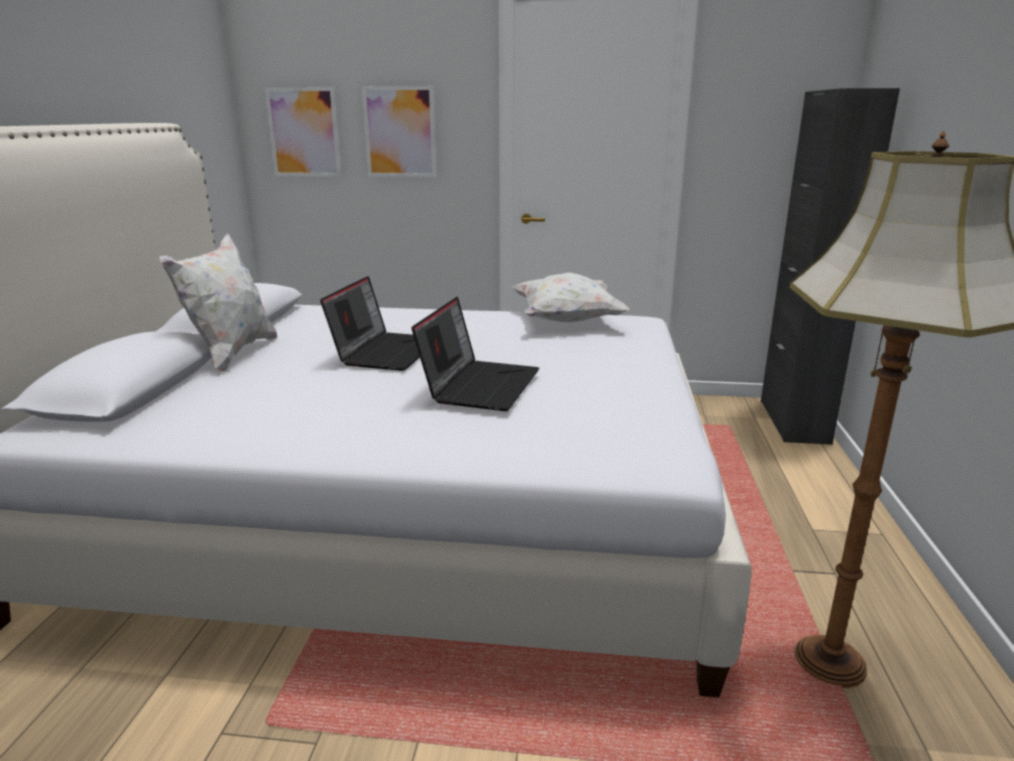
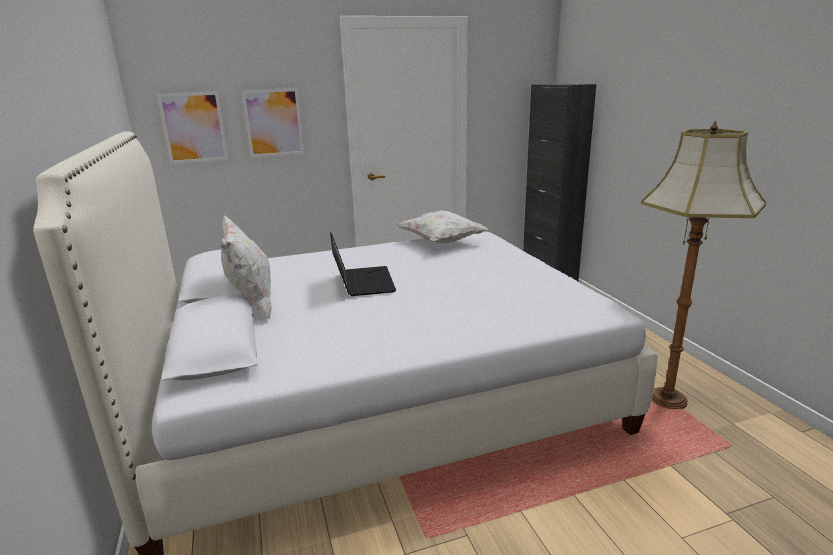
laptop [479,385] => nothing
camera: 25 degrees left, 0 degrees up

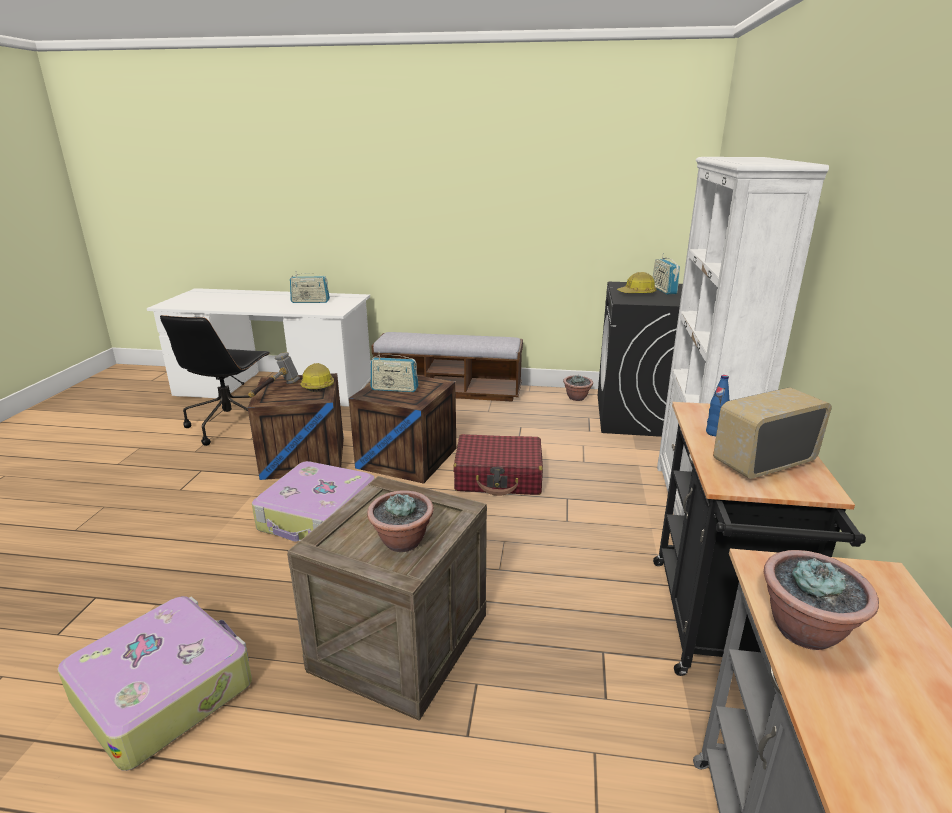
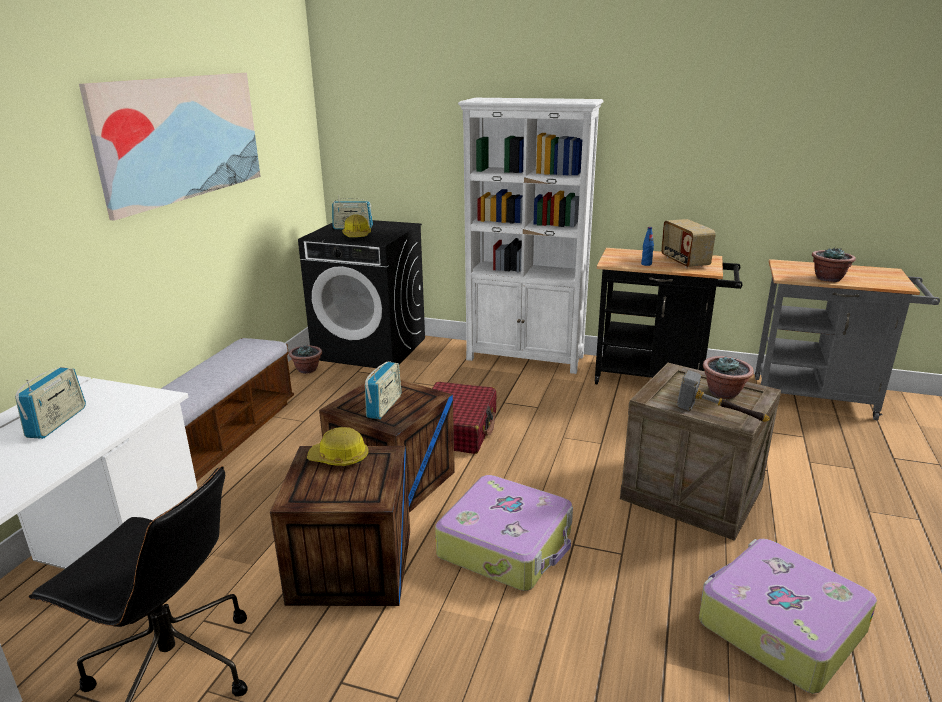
hammer [275,391] => hammer [716,417], relocated
nothing => picture [183,138]
camera: 80 degrees left, 0 degrees up

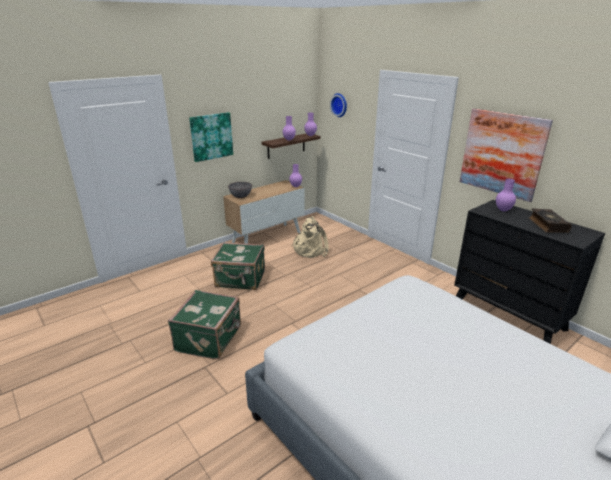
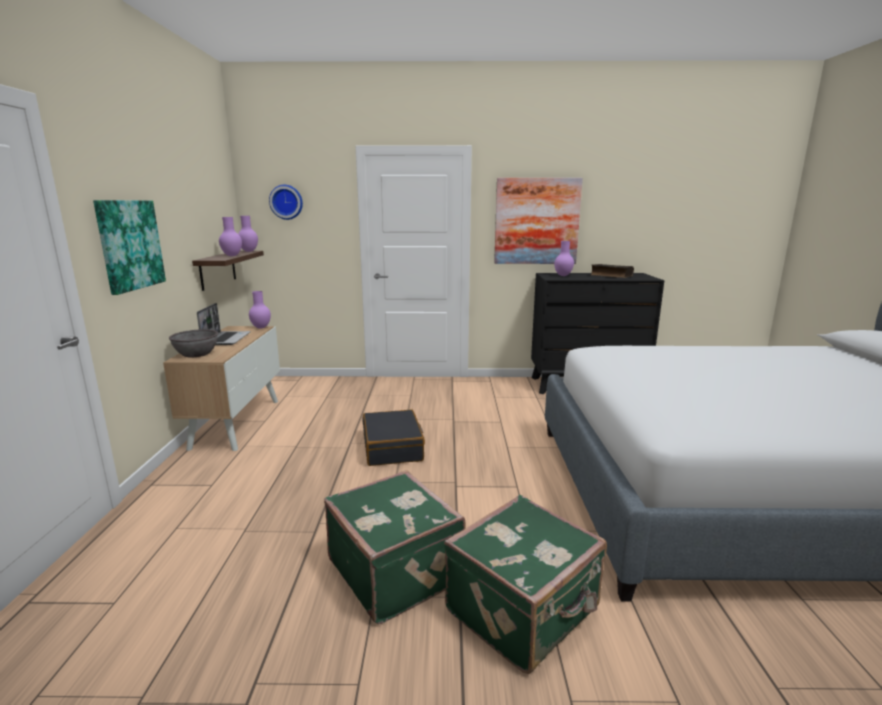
green suitcase [240,279] => green suitcase [524,611], relocated
beige backpack [310,250] => nothing
nothing => laptop [226,339]
nothing => black suitcase [393,447]
camera: 50 degrees left, 10 degrees down

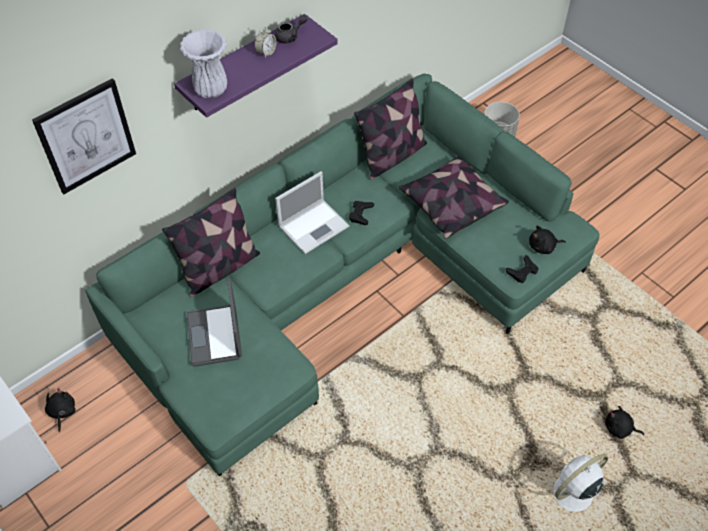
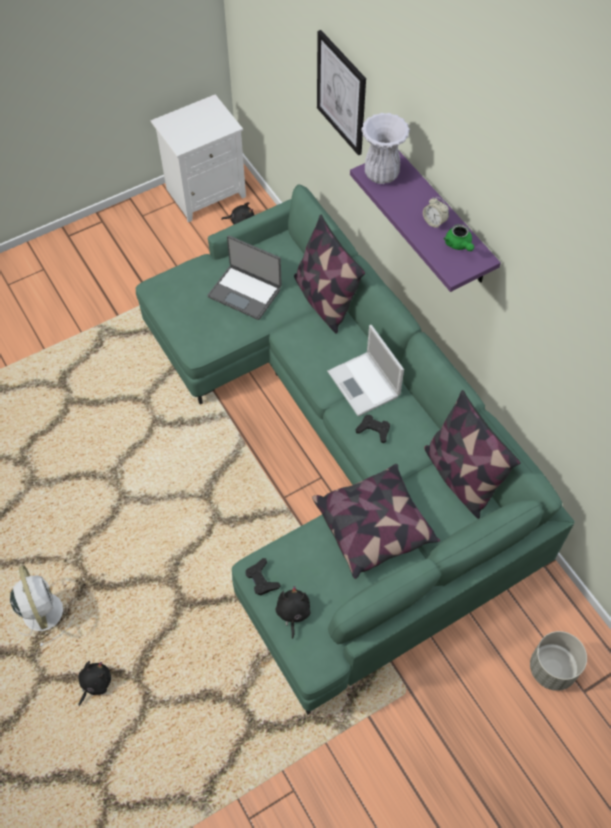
laptop [216,336] => laptop [245,292], 150 degrees counterclockwise
grey teapot [290,36] => green teapot [459,245]
camera: 100 degrees right, 5 degrees up

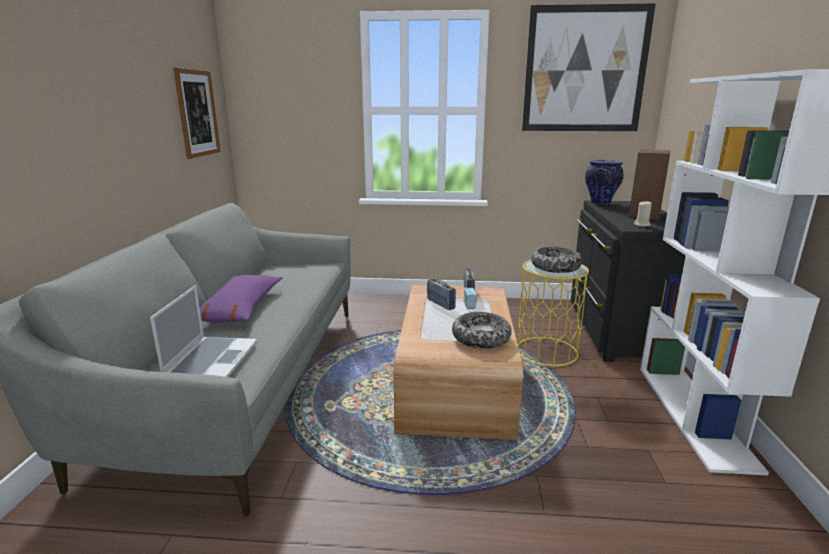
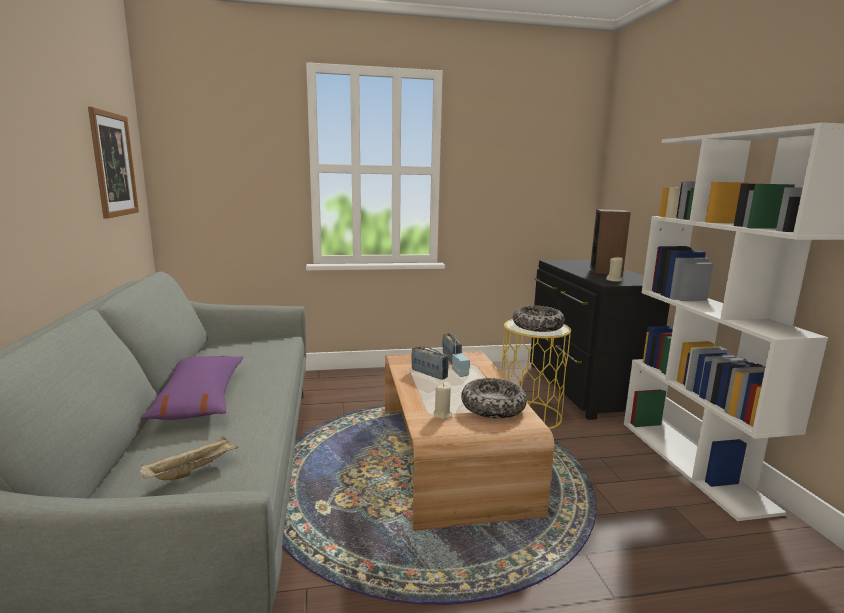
laptop [211,360] => beige tray [192,470]
picture [585,70] => nothing
vase [600,202] => nothing
nothing => beige candle [442,414]
camera: 15 degrees left, 5 degrees down

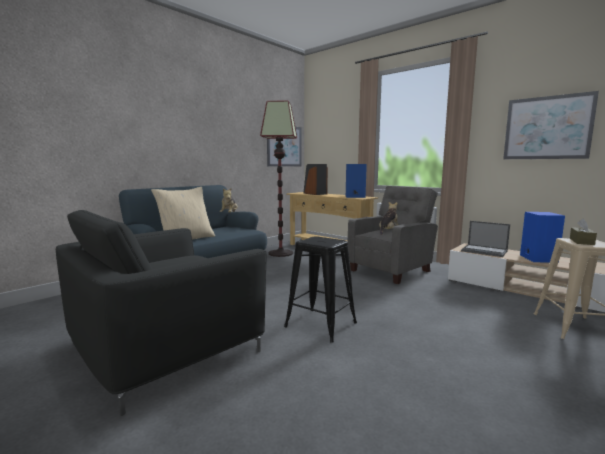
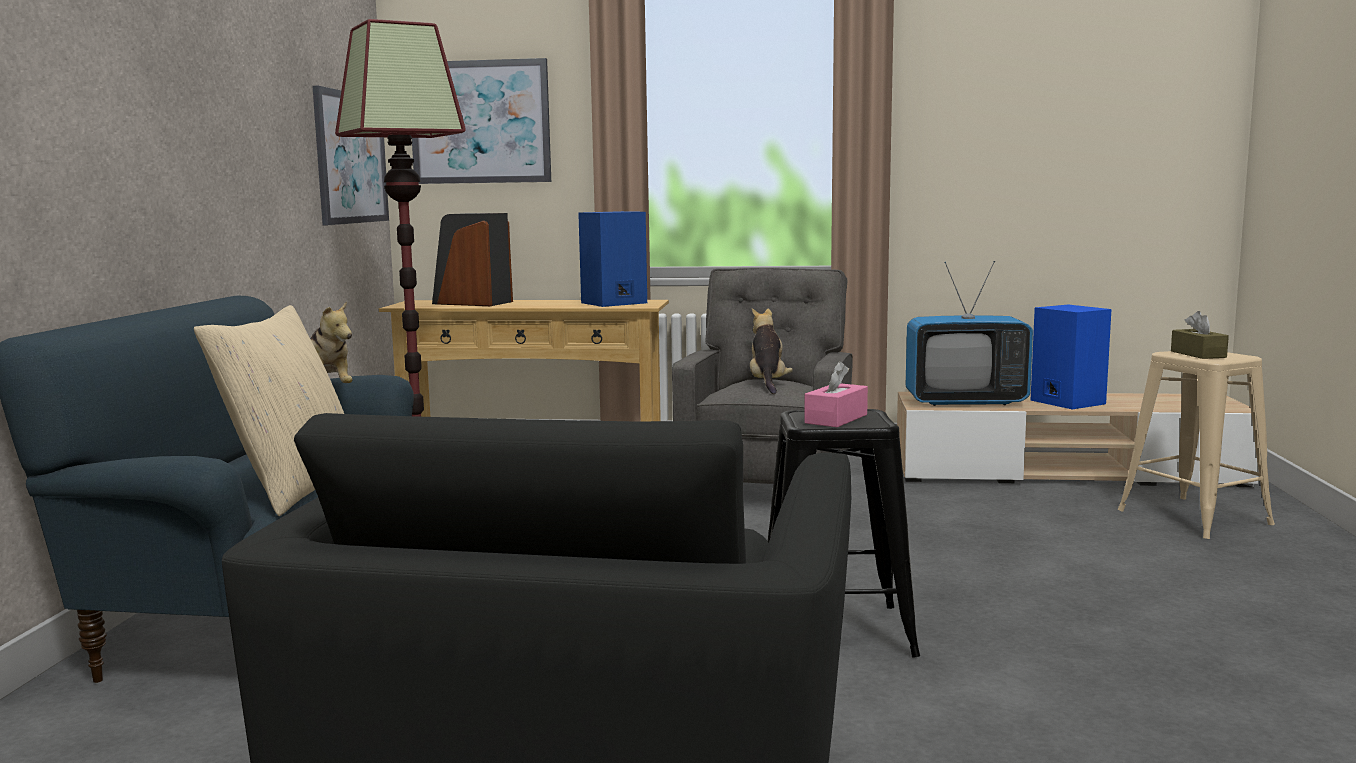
laptop [485,251] => television [965,402]
picture [547,128] => picture [480,122], relocated
nothing => pink tissue box [836,419]
camera: 35 degrees left, 0 degrees up

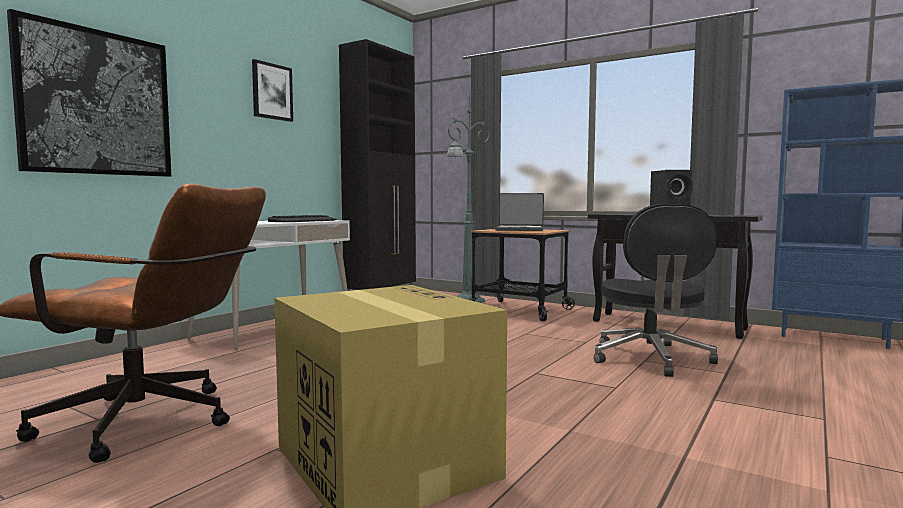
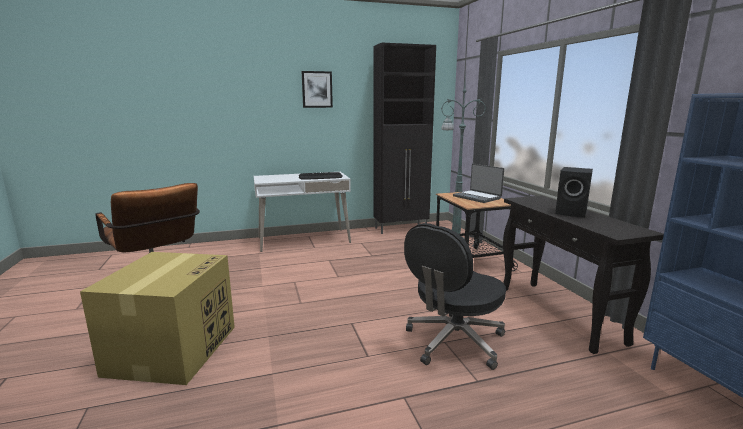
picture [96,103] => nothing
camera: 40 degrees right, 10 degrees up

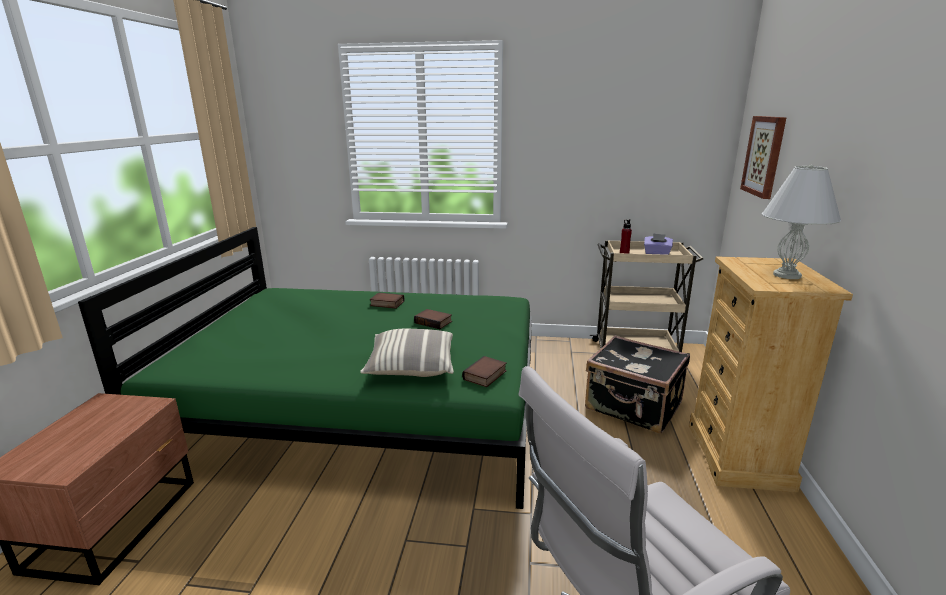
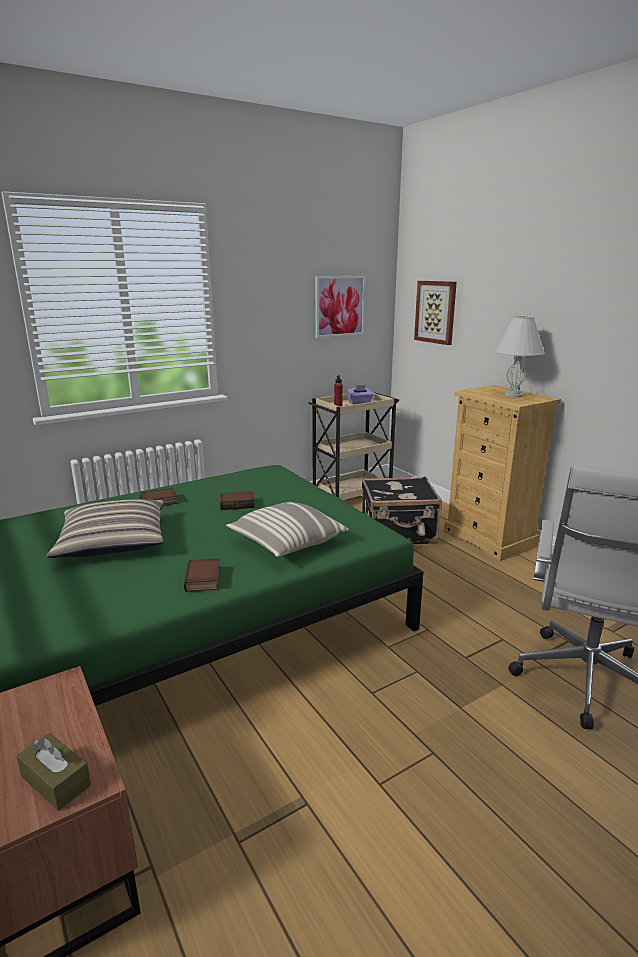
book [485,376] => book [204,579], relocated
nothing => brown tissue box [56,781]
nothing => pillow [113,540]
nothing => picture [339,306]
camera: 40 degrees left, 0 degrees up

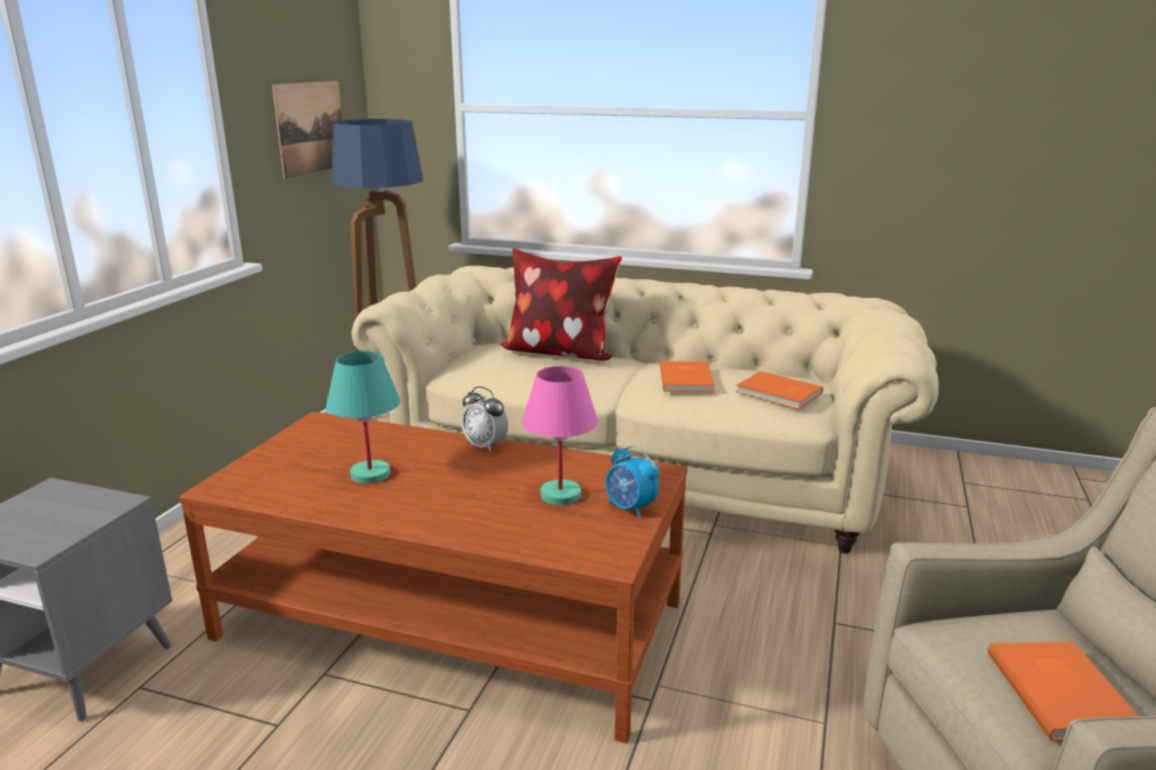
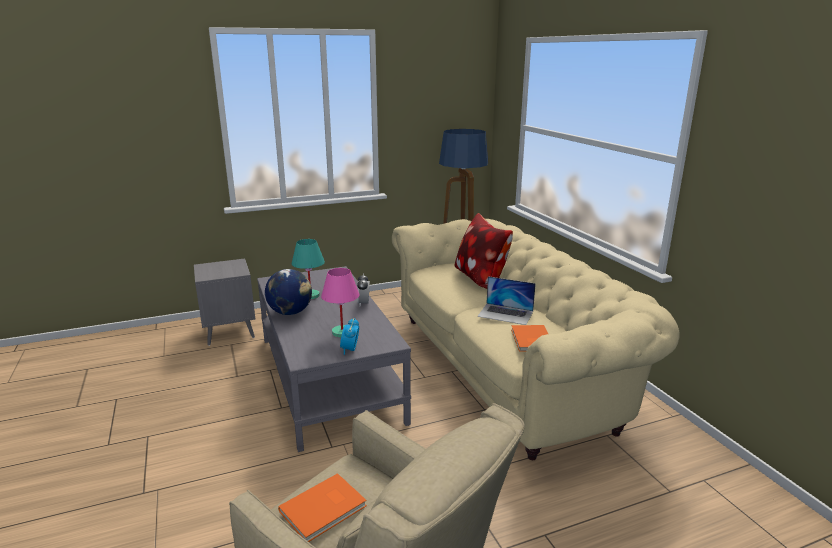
brown coffee table [452,621] => grey coffee table [328,378]
picture [310,127] => nothing
orange book [688,379] => laptop [505,314]
nothing => globe [290,312]
camera: 50 degrees right, 0 degrees up

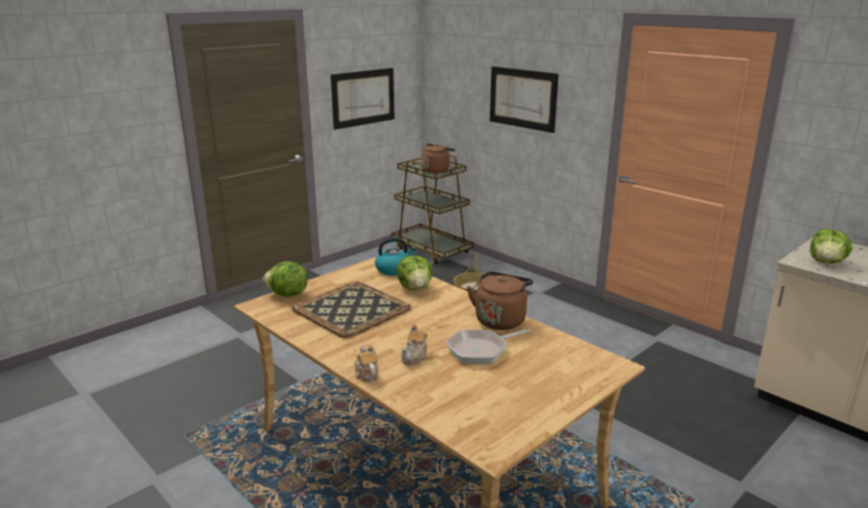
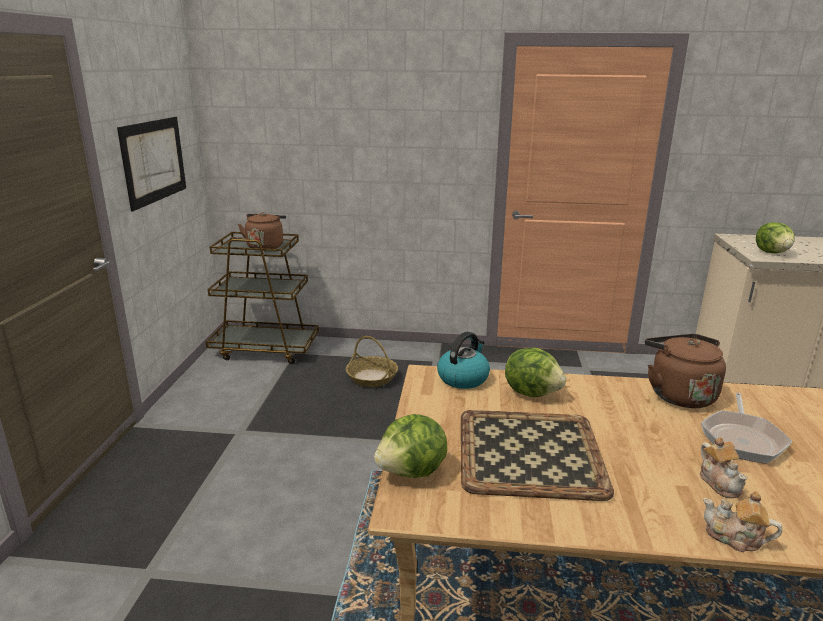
picture [522,98] => nothing
camera: 40 degrees left, 0 degrees up

